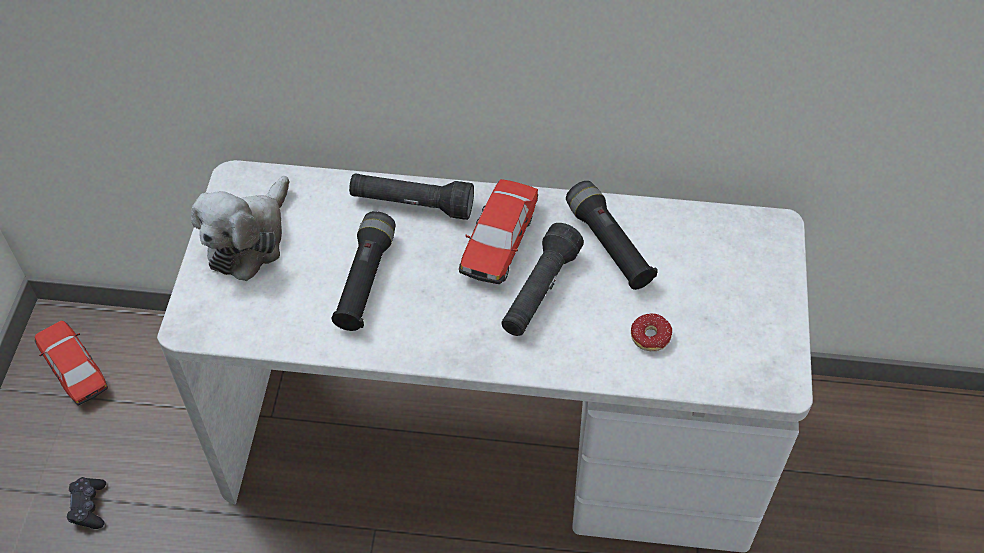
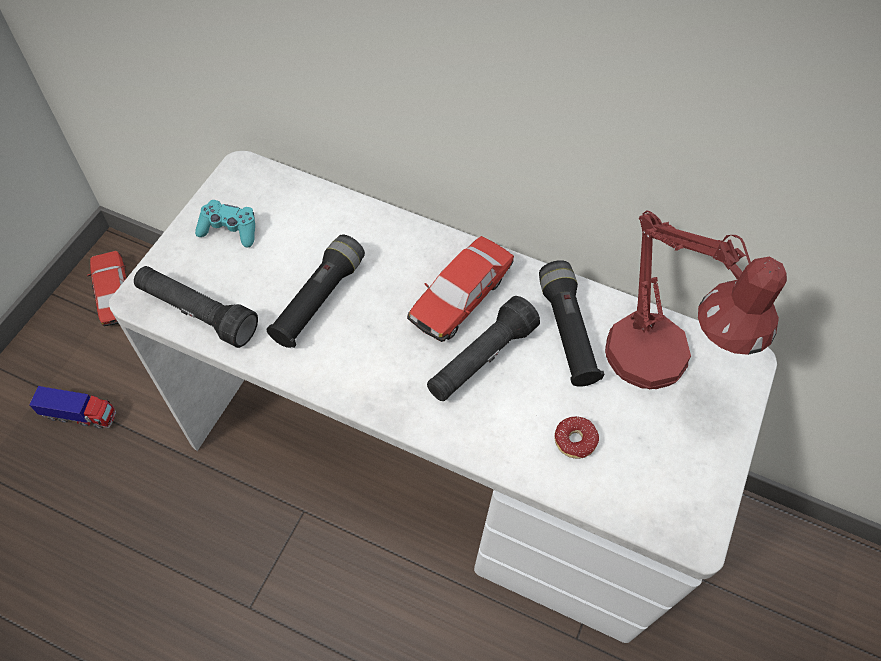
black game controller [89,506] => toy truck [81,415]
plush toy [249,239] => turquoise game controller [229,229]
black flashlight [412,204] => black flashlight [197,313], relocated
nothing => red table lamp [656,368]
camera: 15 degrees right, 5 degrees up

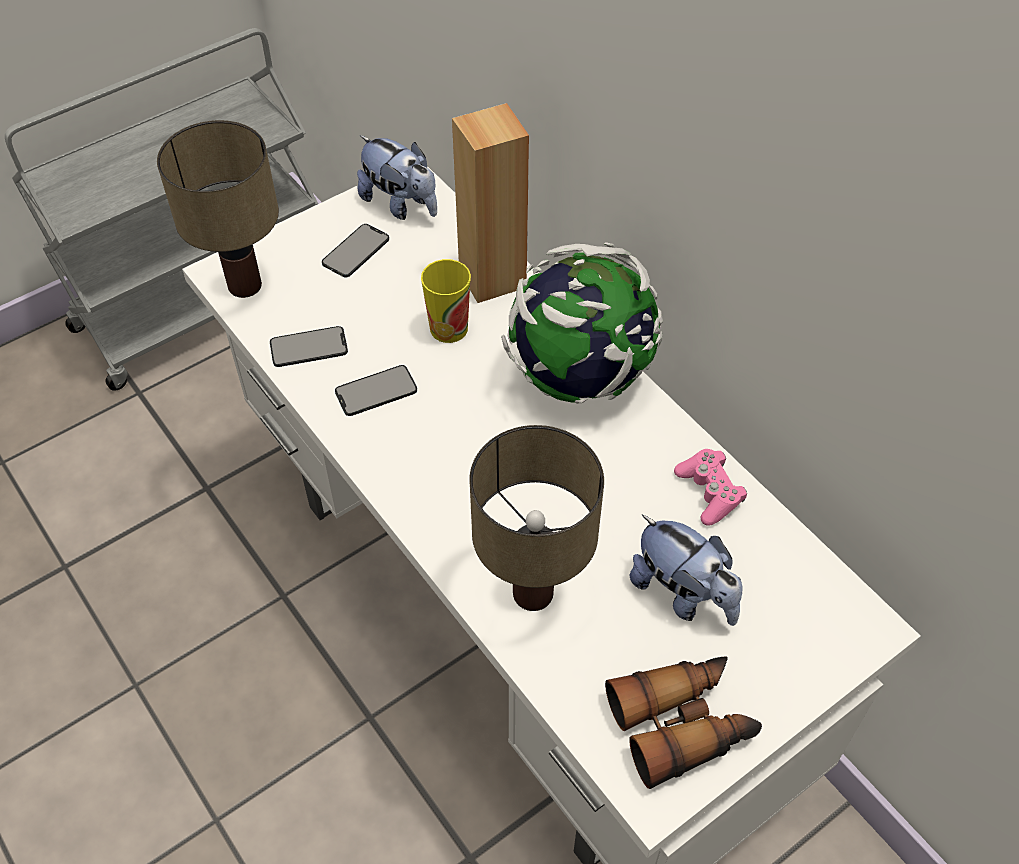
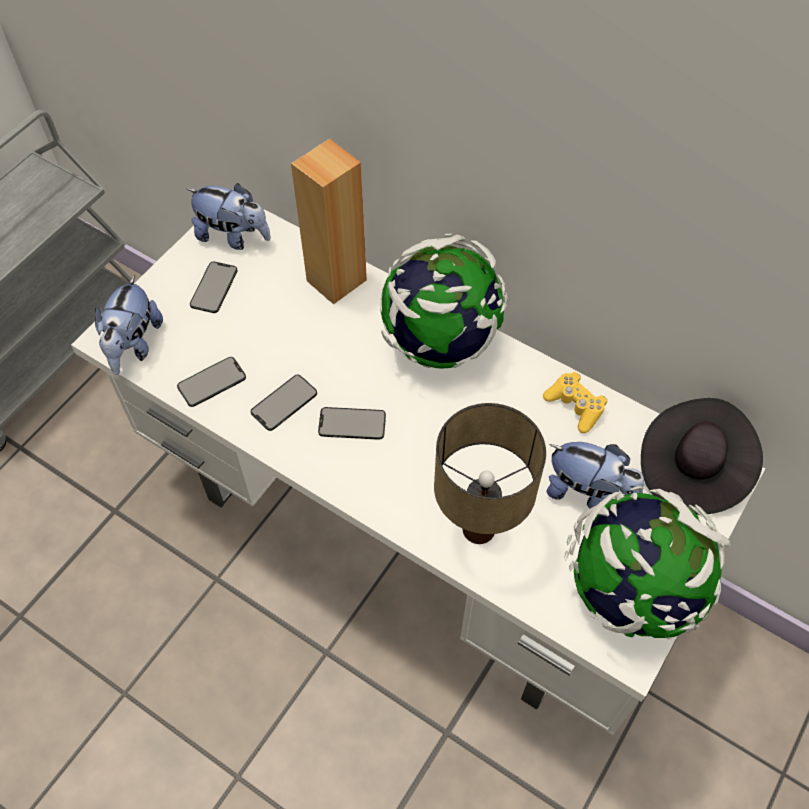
table lamp [245,287] => plush toy [134,345]
cup [449,328] => nothing
binoculars [682,723] => globe [629,592]
pink game controller [709,492] => yellow game controller [575,406]
nothing => phone [352,423]
nothing => black hat [691,469]
camera: 20 degrees left, 5 degrees up

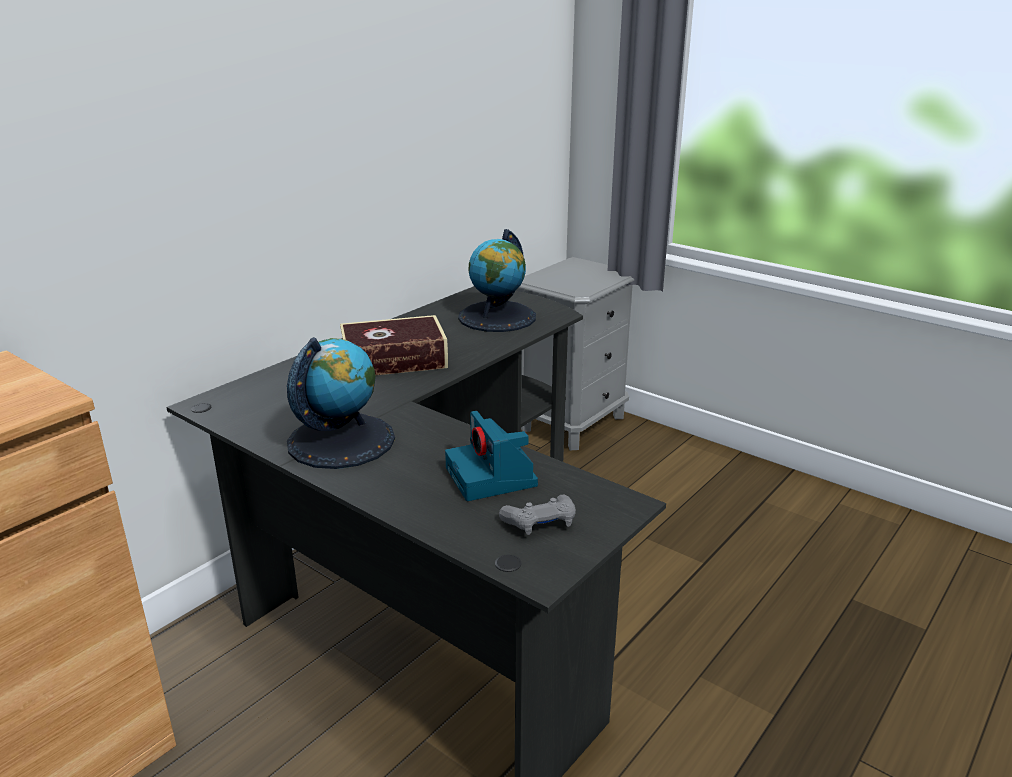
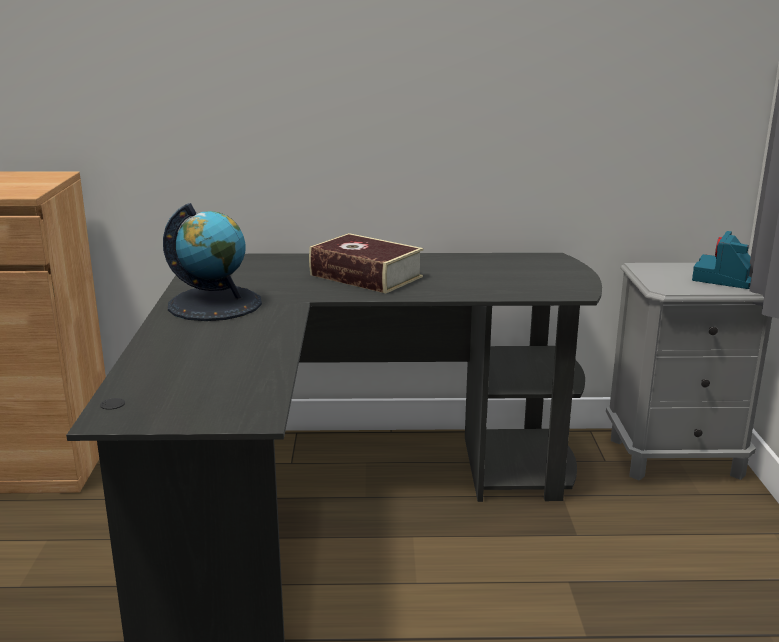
photo camera [492,477] => photo camera [724,278], relocated
globe [497,317] => nothing
grey game controller [540,523] => nothing
camera: 50 degrees right, 5 degrees down

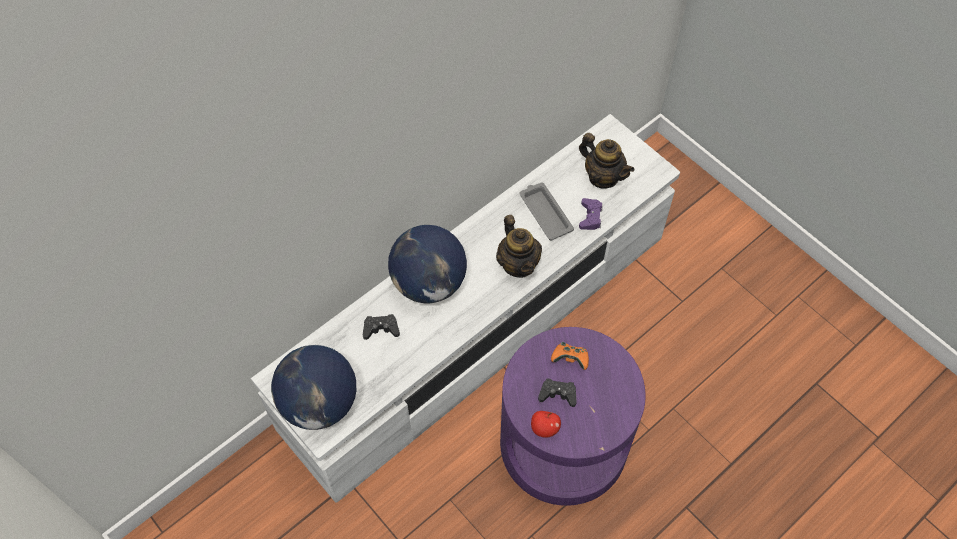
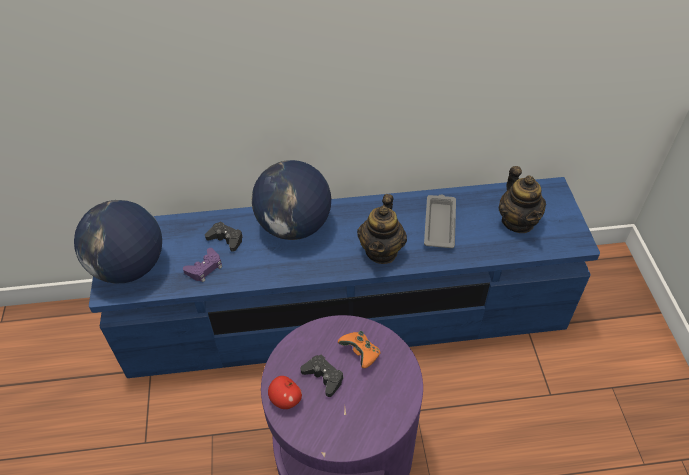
white tv stand [478,330] => blue tv stand [345,314]
purple game controller [590,217] => purple game controller [205,268], relocated
camera: 35 degrees right, 10 degrees down

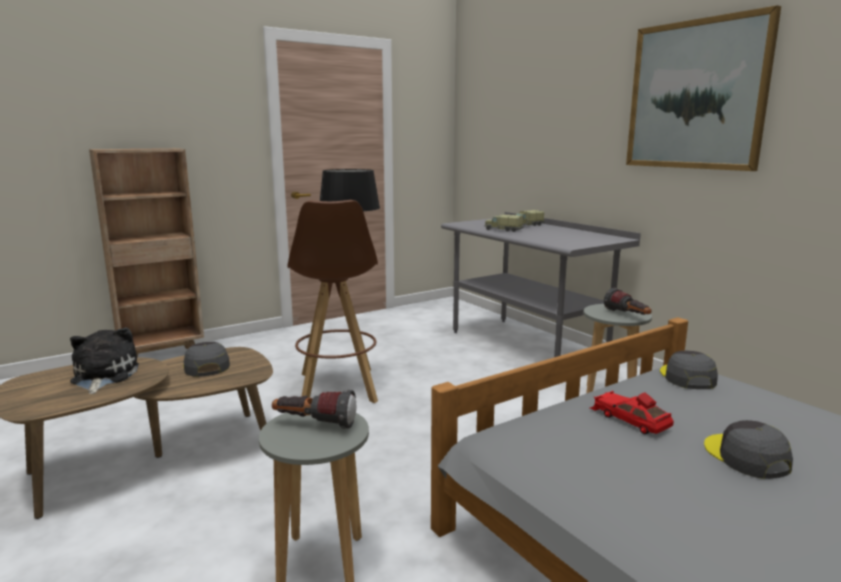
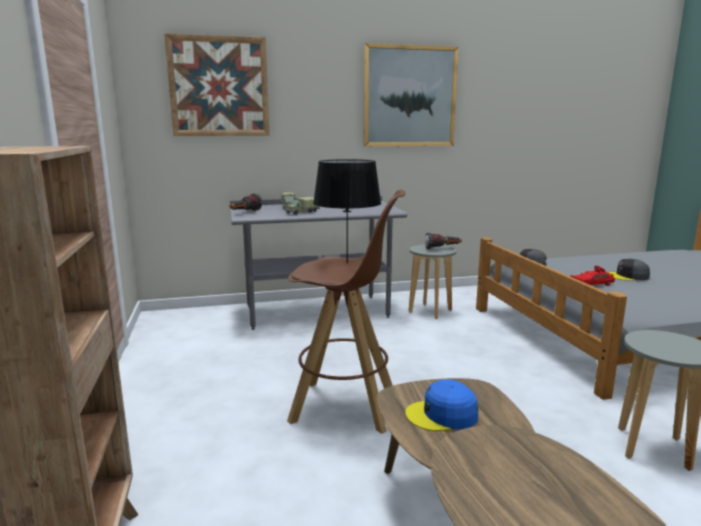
plush toy [103,376] => nothing
grey cap [206,366] => blue cap [442,415]
flashlight [314,424] => flashlight [244,213], relocated
nothing => picture [219,87]
camera: 70 degrees left, 0 degrees up

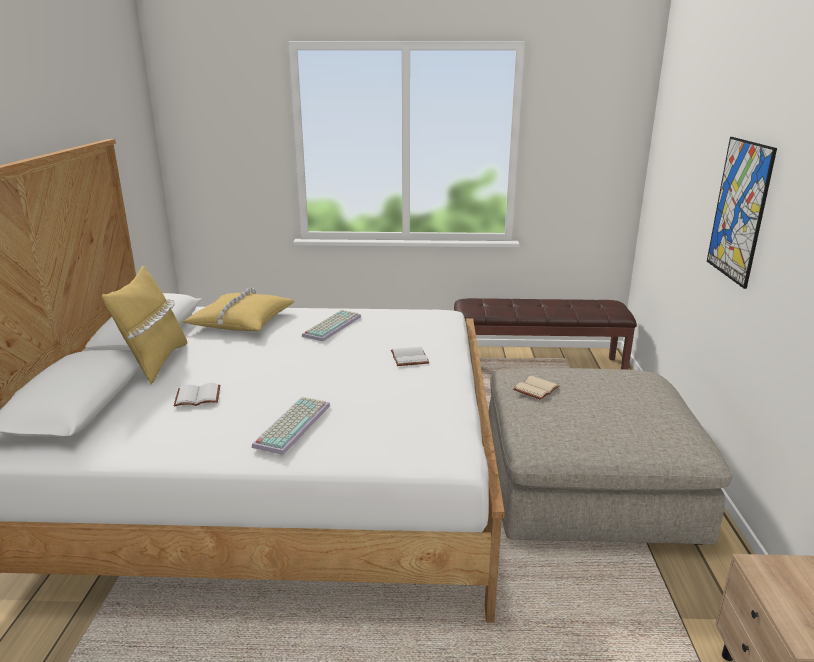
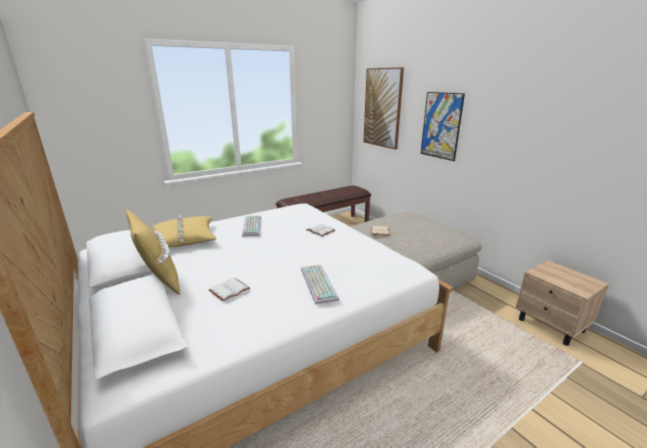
nothing => picture [382,108]
camera: 35 degrees left, 0 degrees up

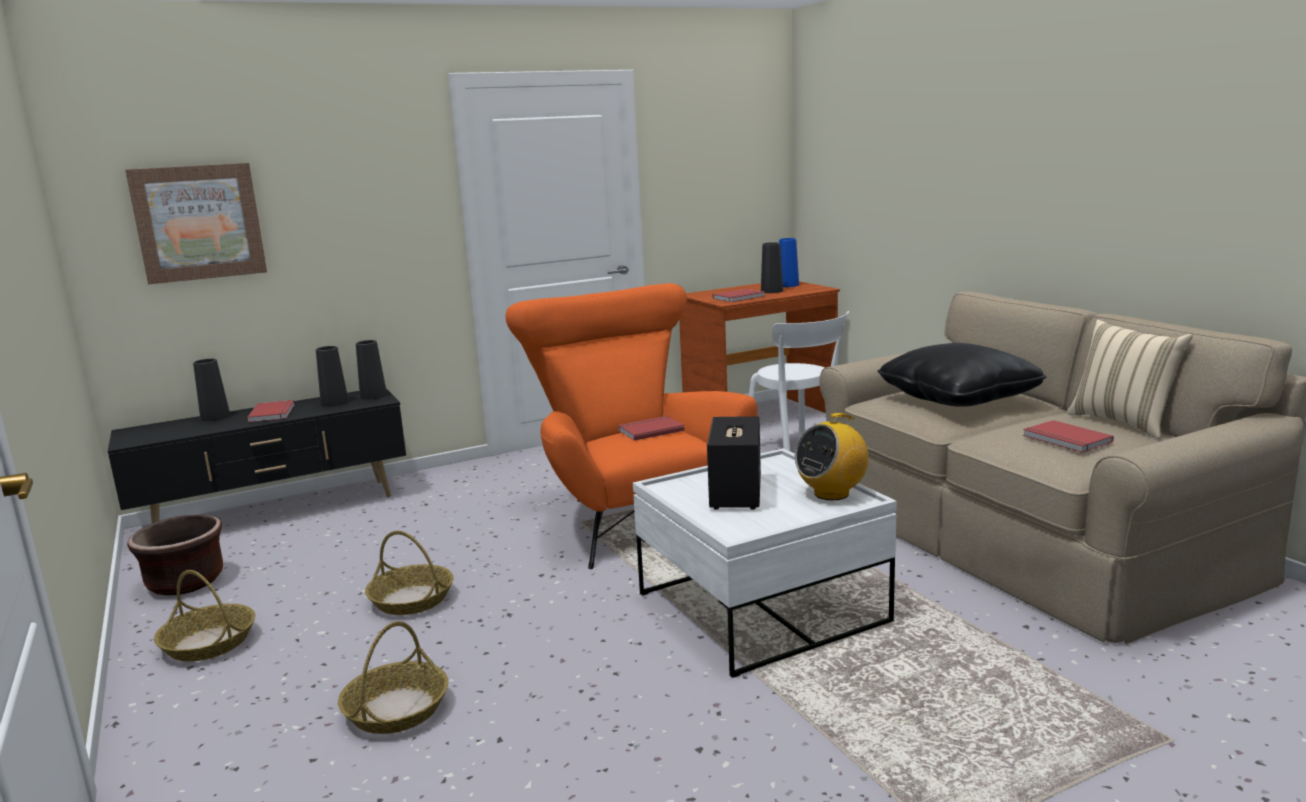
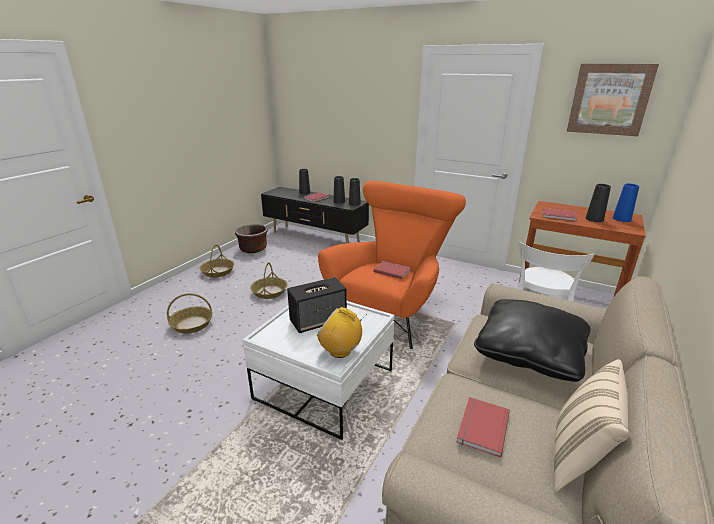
picture [198,222] => picture [609,99], relocated
camera: 55 degrees right, 10 degrees up

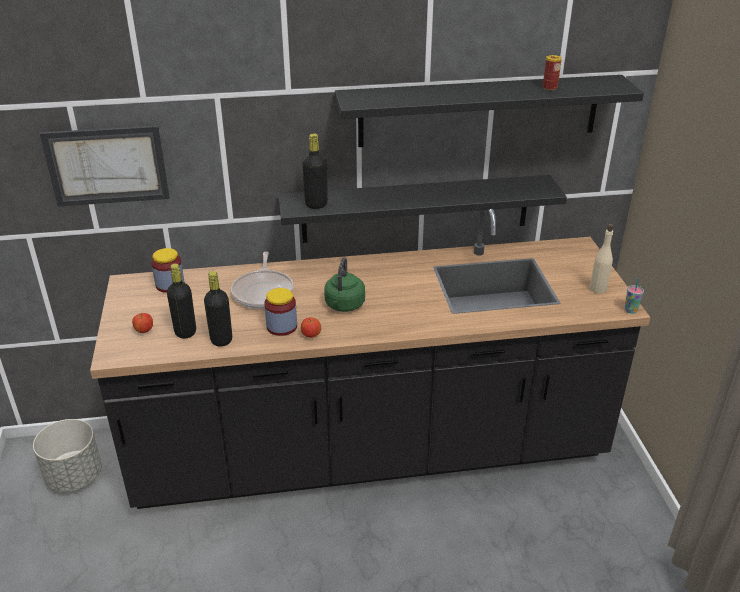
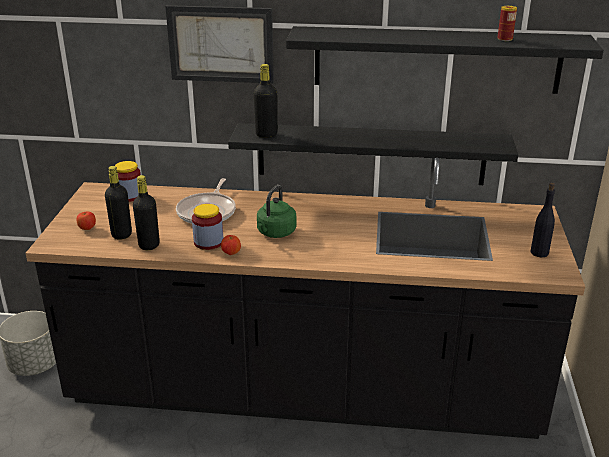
picture [107,165] => picture [221,44], relocated
beige bottle [598,288] => black bottle [539,252]
cup [630,310] => nothing
camera: 15 degrees right, 5 degrees down

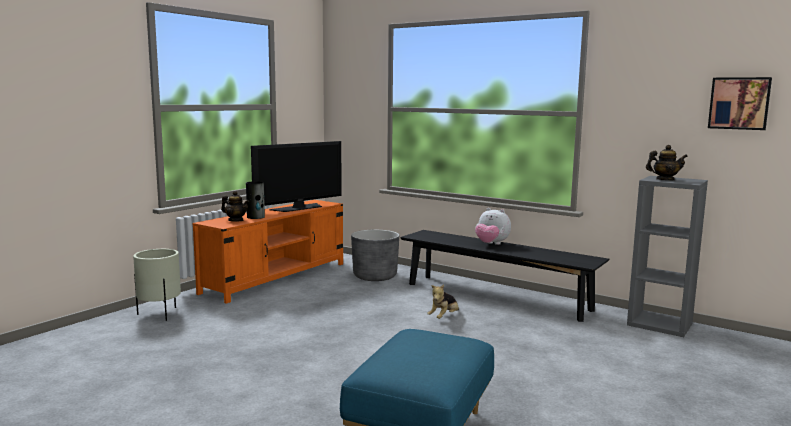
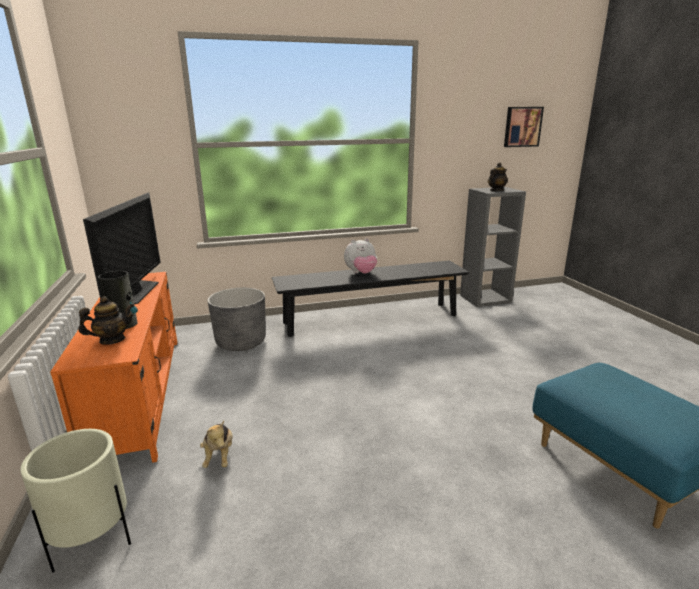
plush toy [444,317] => plush toy [219,456], relocated
camera: 50 degrees left, 10 degrees up

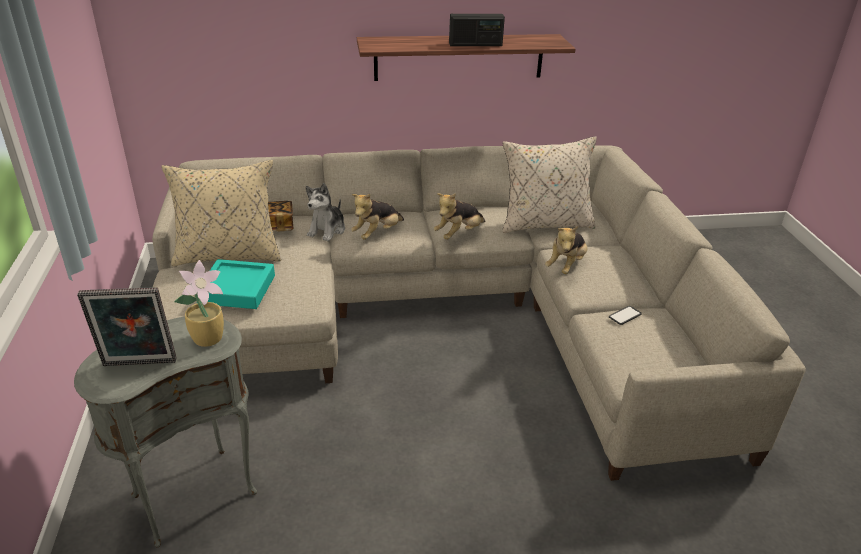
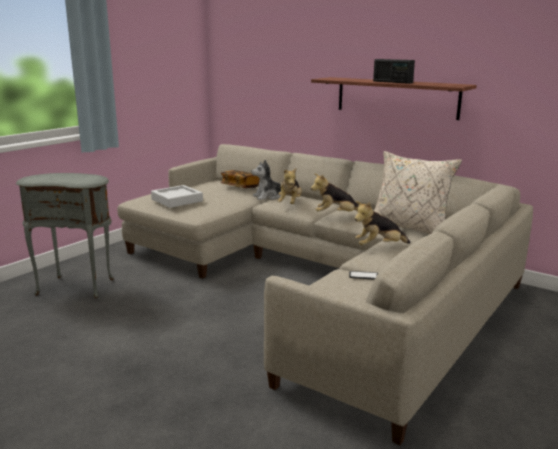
picture frame [139,365] => nothing
beige pillow [228,255] => nothing
potted plant [209,338] => nothing
turquoise tray [237,289] => grey tray [177,200]
plush toy [377,233] => plush toy [290,203], 75 degrees counterclockwise
camera: 45 degrees right, 15 degrees down

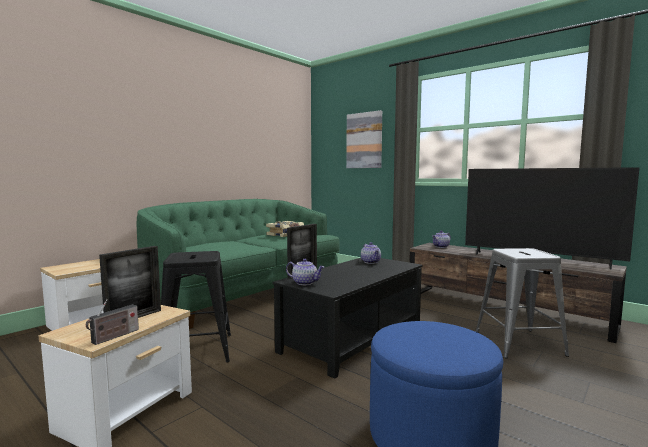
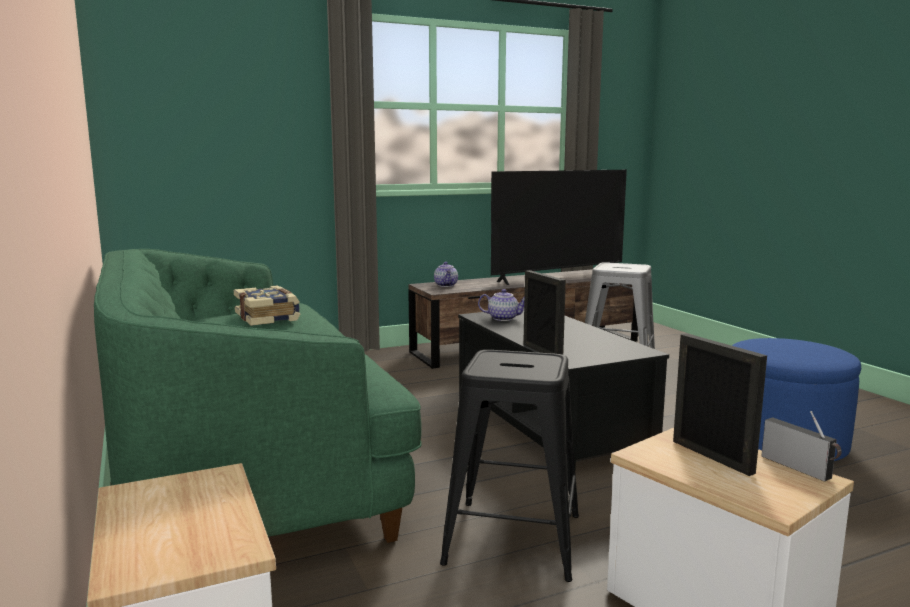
teapot [305,283] => nothing
picture [364,140] => nothing
camera: 65 degrees left, 5 degrees up

